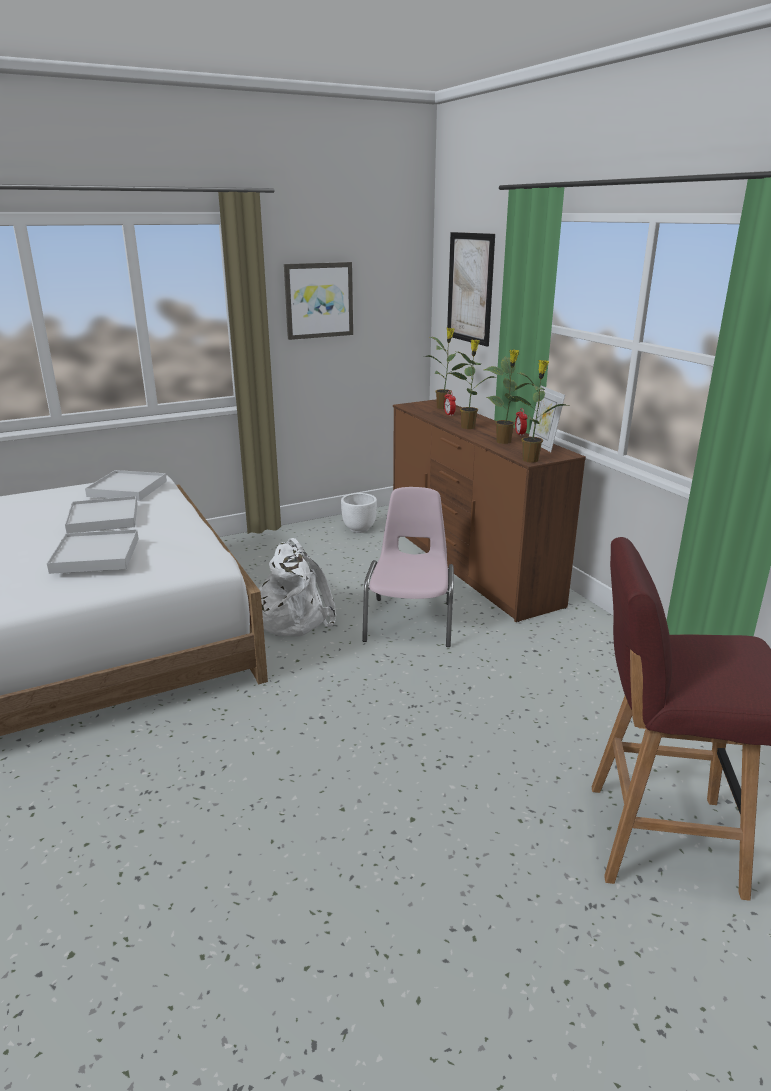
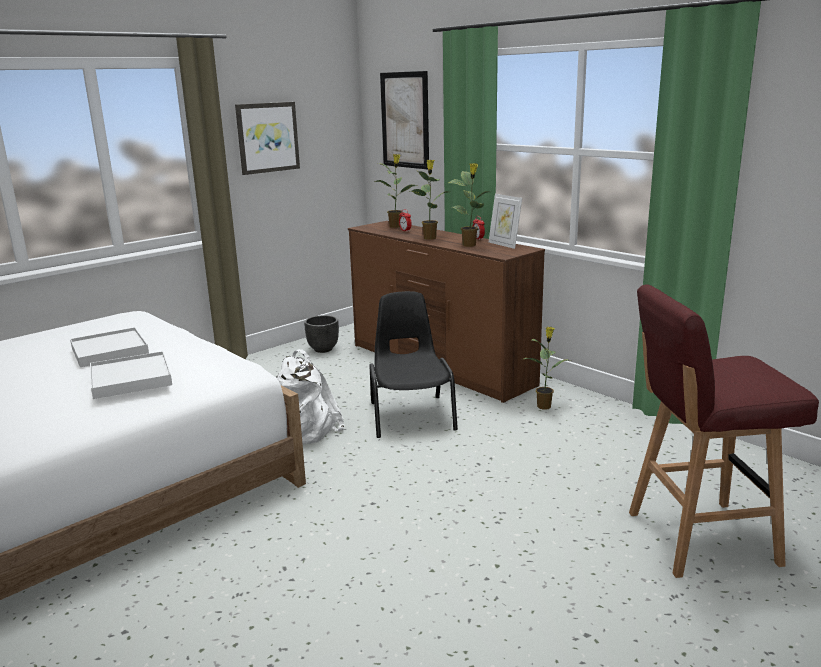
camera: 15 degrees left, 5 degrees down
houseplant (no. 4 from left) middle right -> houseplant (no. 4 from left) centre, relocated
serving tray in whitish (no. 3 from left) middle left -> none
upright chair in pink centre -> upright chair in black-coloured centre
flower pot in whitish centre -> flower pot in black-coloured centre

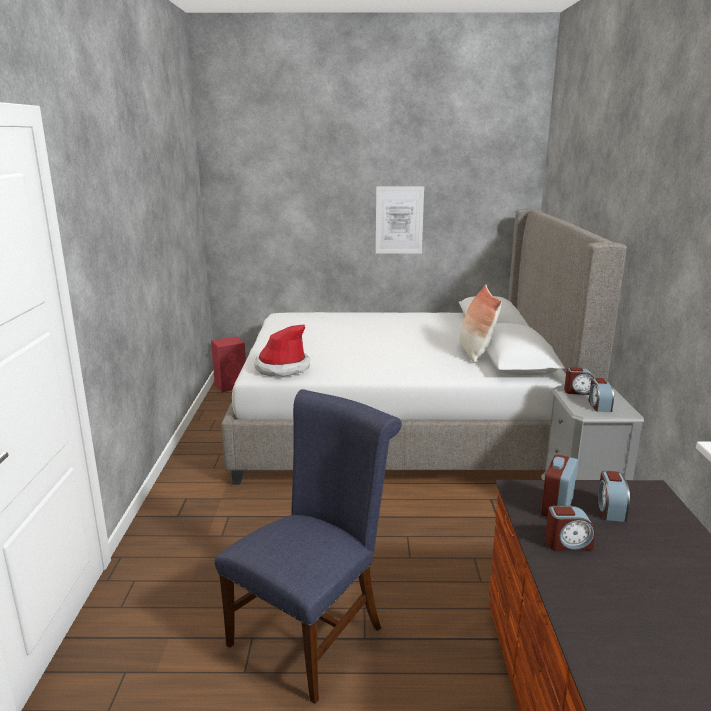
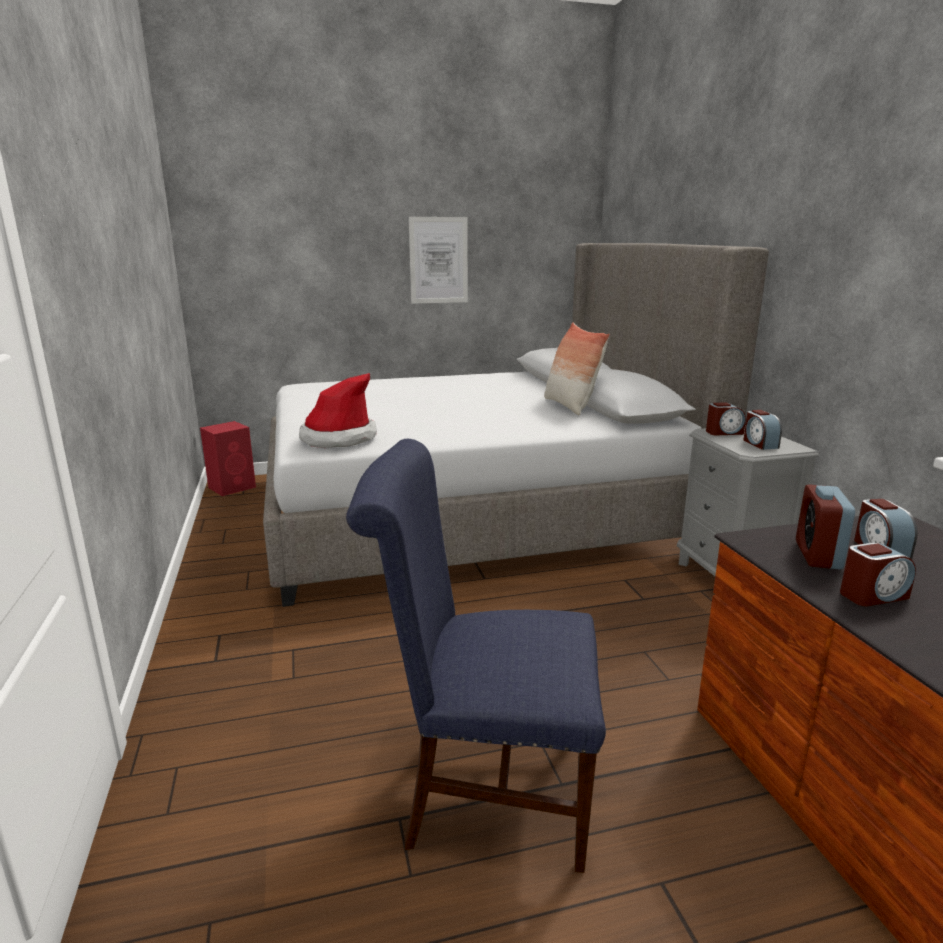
camera: 15 degrees left, 0 degrees up
upright chair in blue bottom centre, 105 degrees counterclockwise

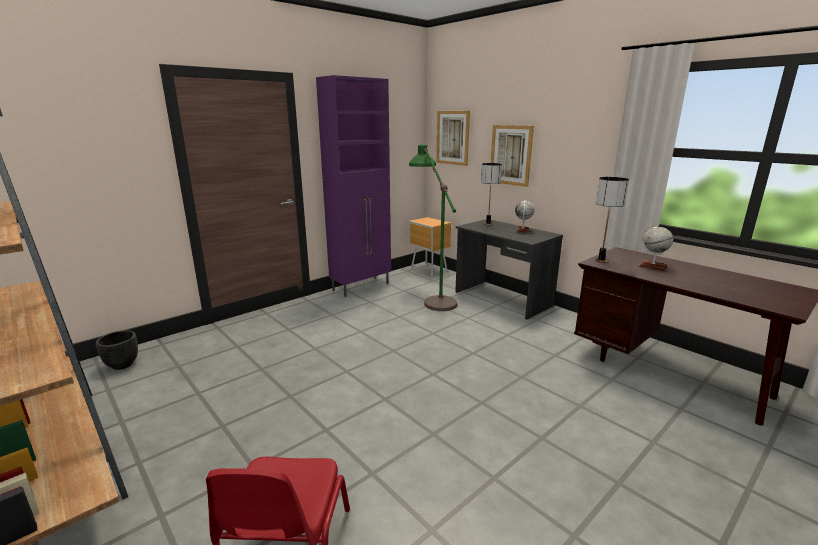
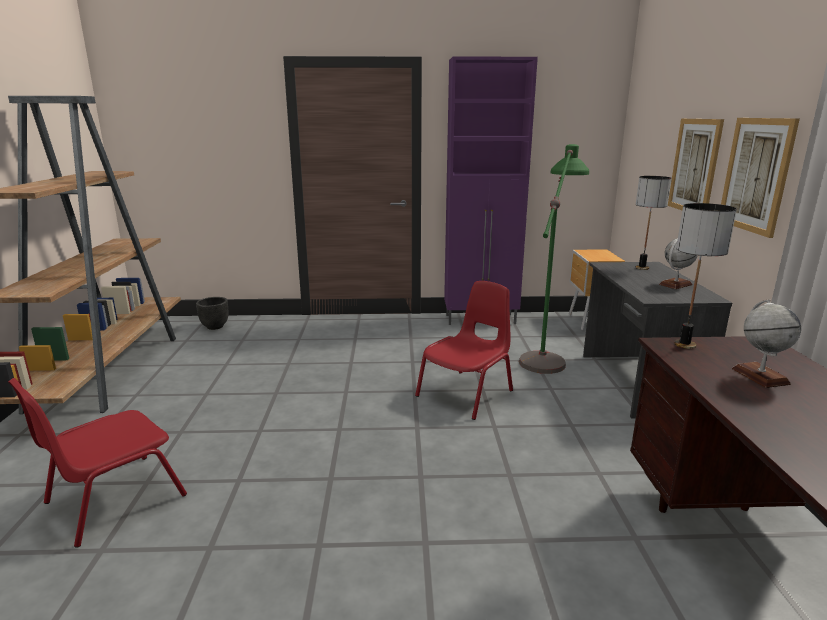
camera: 40 degrees right, 0 degrees up
wall picture (no. 1 from left in the first image) top centre -> wall picture (no. 2 from left) top right, relocated
none -> upright chair in red (no. 2 from left) centre

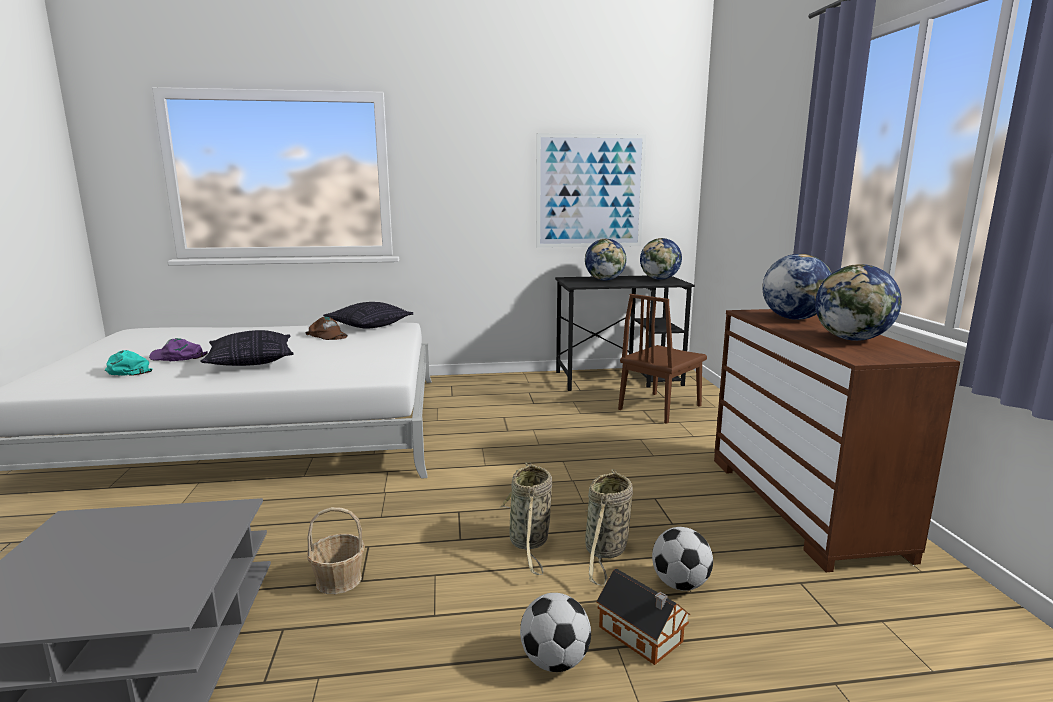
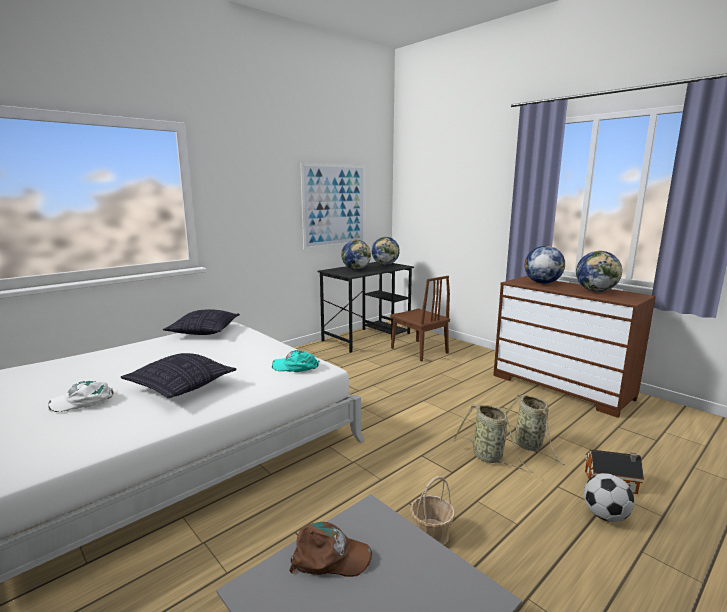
camera: 35 degrees left, 0 degrees up
upright chair in brown centre, 45 degrees counterclockwise
baseball cap in brown middle left -> baseball cap in brown bottom centre, relocated
baseball cap in purplish middle left -> baseball cap in whitish middle left
baseball cap in turquoise-coloured middle left -> baseball cap in turquoise-coloured centre, relocated
football (no. 2 from left) bottom centre -> none

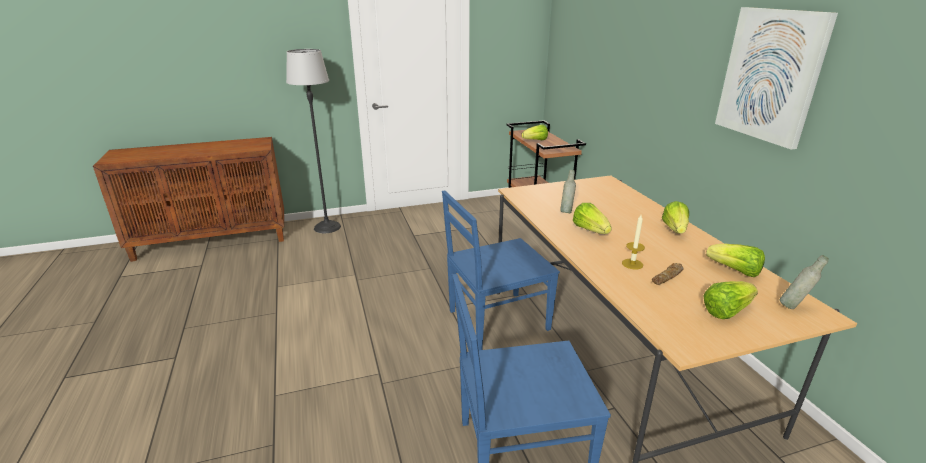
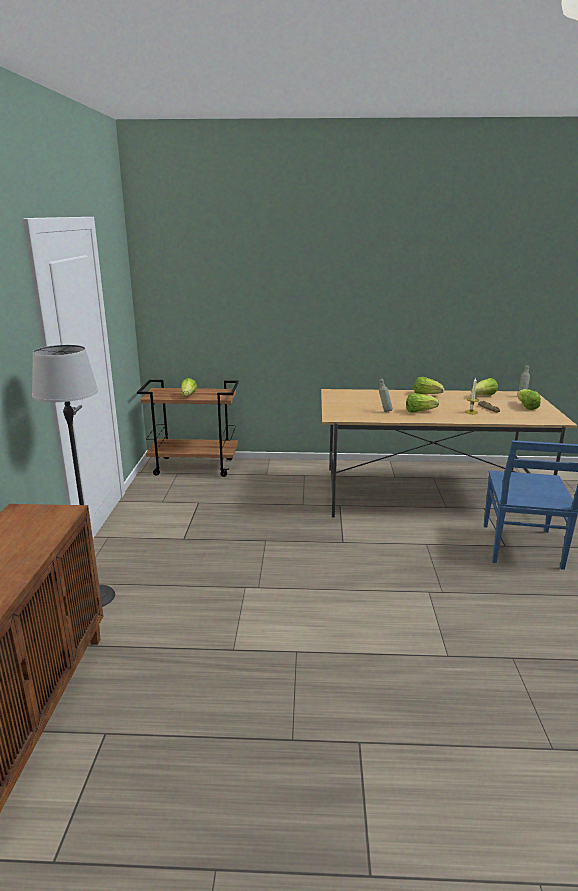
camera: 70 degrees left, 5 degrees down
wall picture top right -> none
upright chair in blue (no. 1 from left) centre -> none

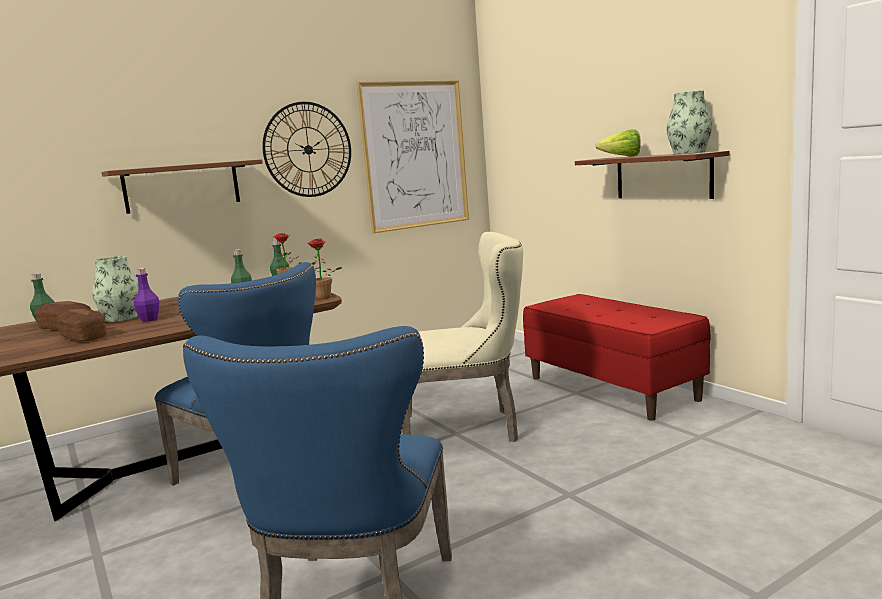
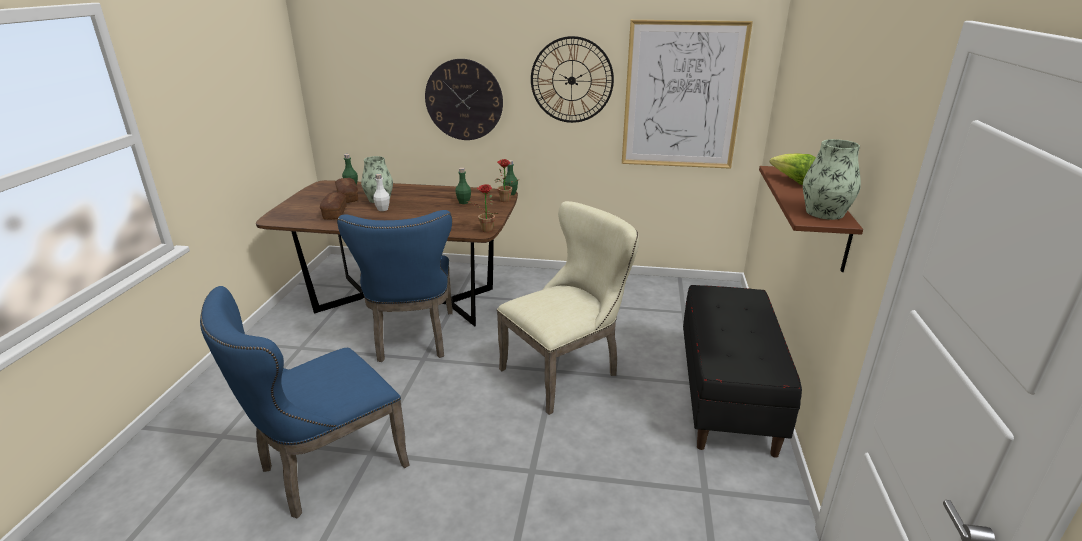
camera: 40 degrees right, 15 degrees up
shelf in brown (no. 1 from left) top left -> wall clock (no. 1 from left) top centre
upright chair in beige centre, 75 degrees counterclockwise
drink bottle in purplish middle left -> drink bottle in whitish centre
bench in red middle right -> bench in black-coloured bottom right

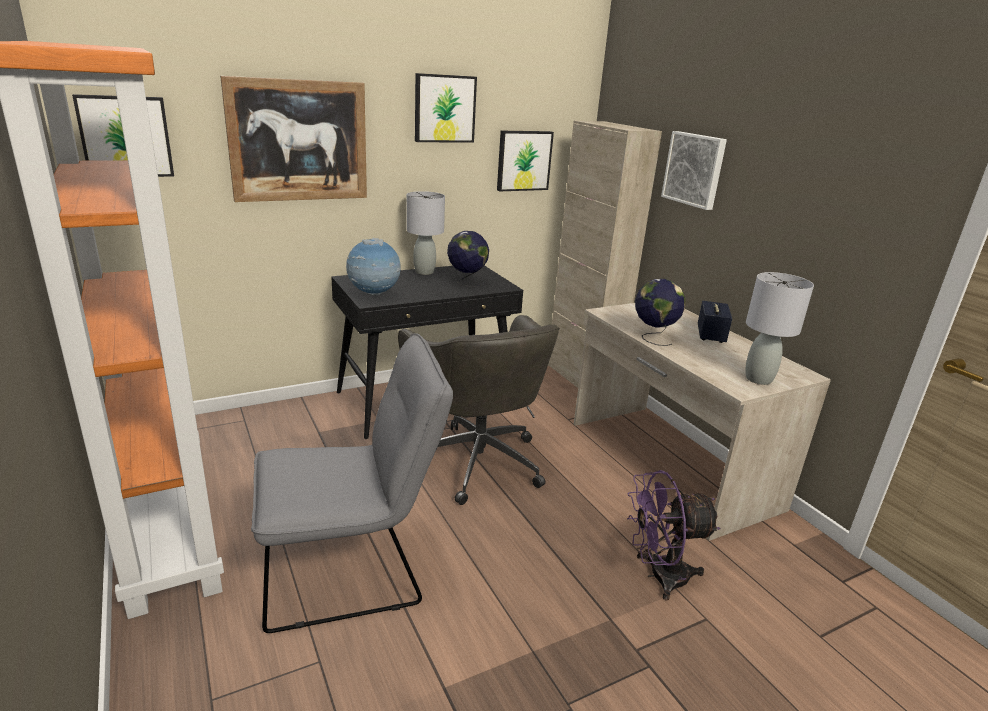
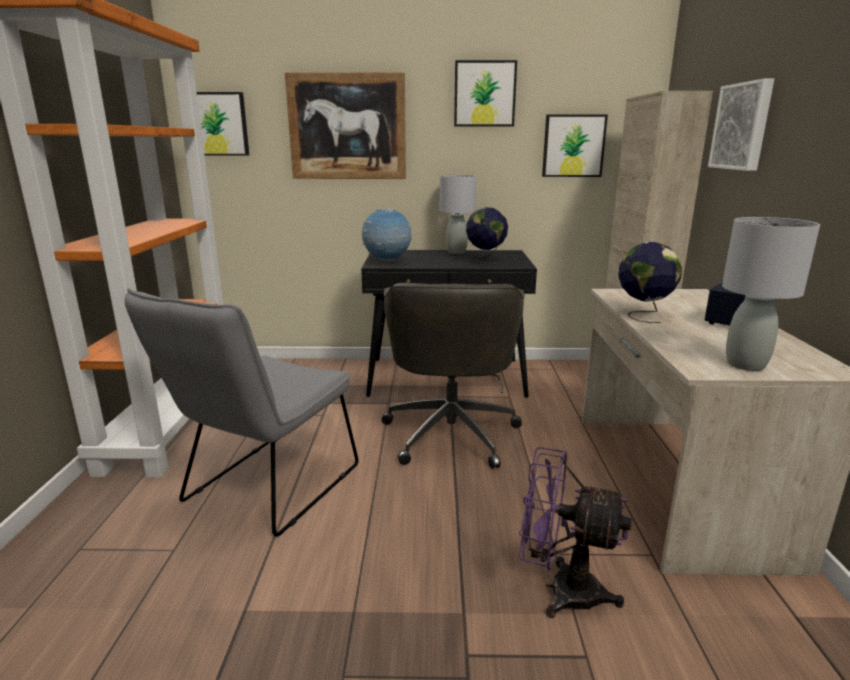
camera: 30 degrees right, 5 degrees down
upright chair in greyish bottom centre -> upright chair in greyish middle left, 105 degrees clockwise

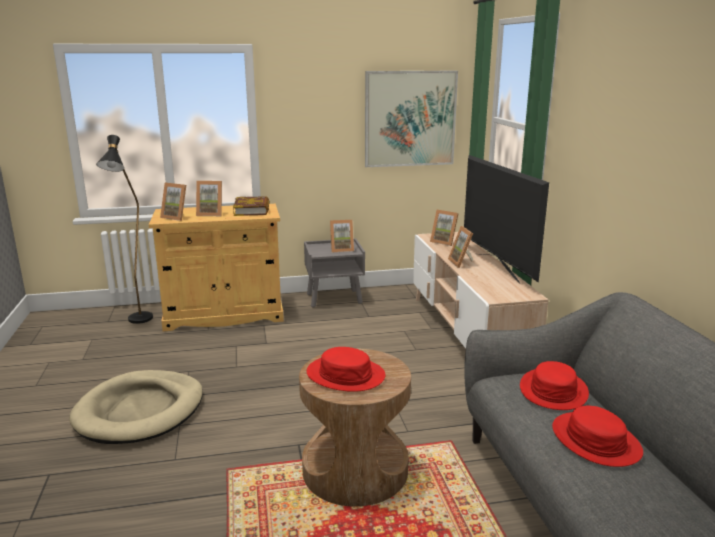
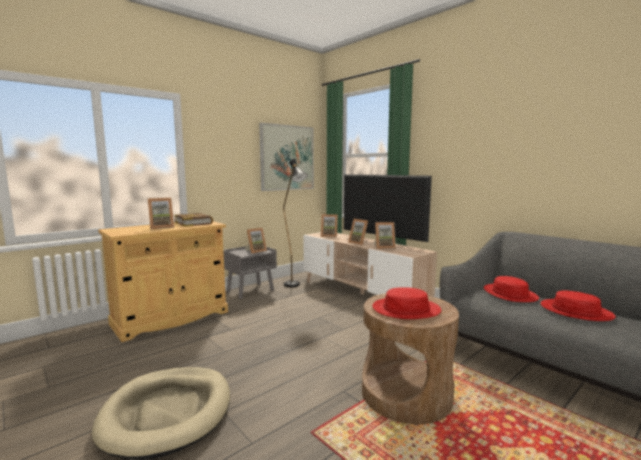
camera: 30 degrees left, 10 degrees down
standing lamp in black-coloured middle left -> standing lamp in black-coloured centre, relocated
photo frame (no. 1 from left in the first image) middle left -> photo frame (no. 5 from left) centre, relocated

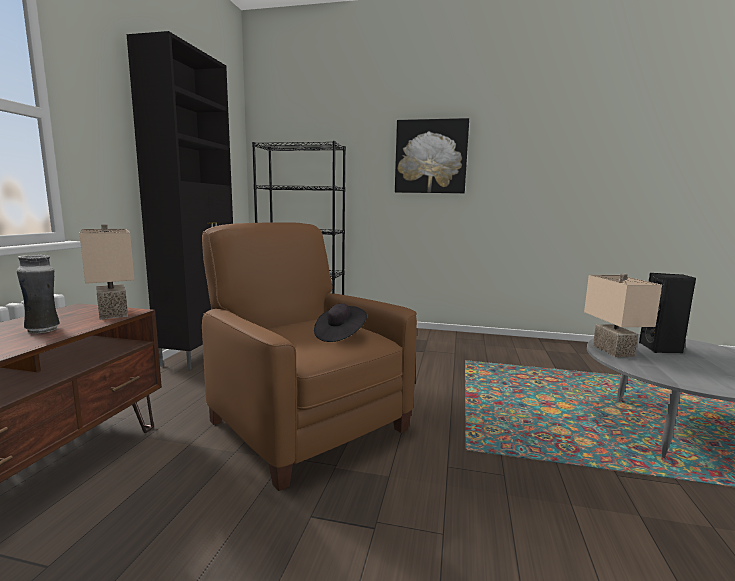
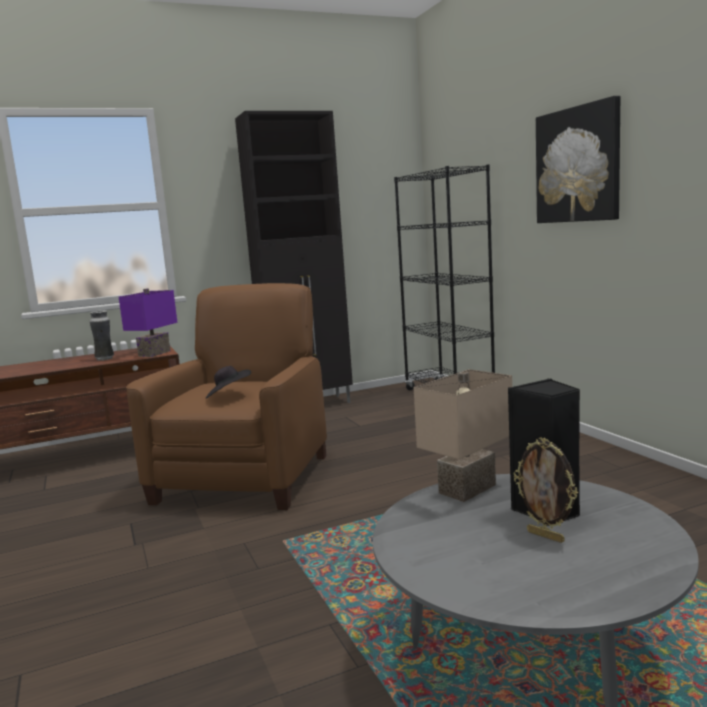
camera: 55 degrees right, 0 degrees up
lamp for a table in beige (no. 1 from left) middle left -> lamp for a table in purplish middle left
none -> photo frame bottom right

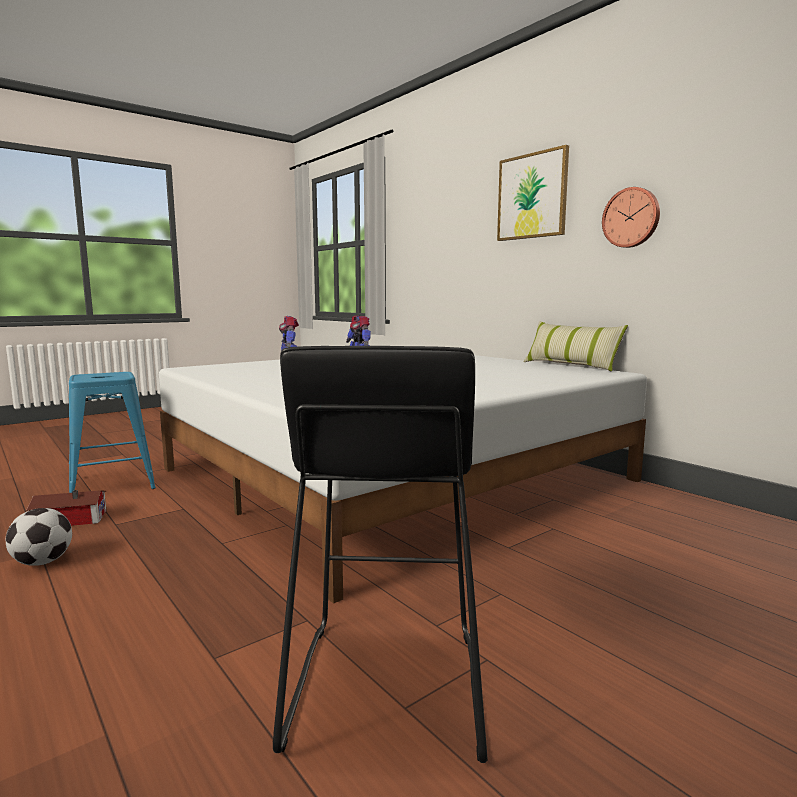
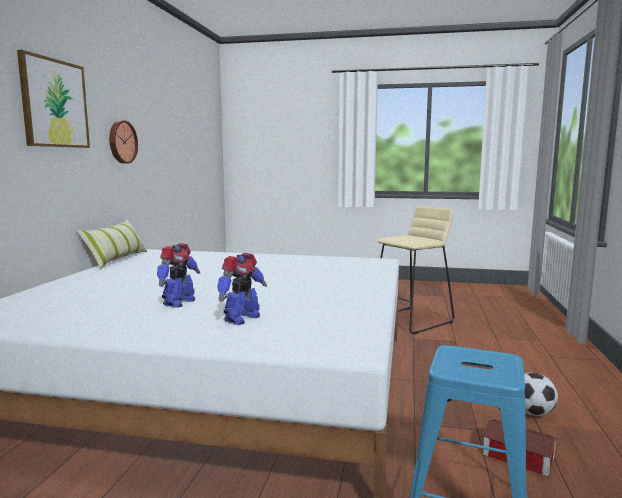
camera: 130 degrees left, 0 degrees up
stool in black-coloured bottom centre -> stool in beige middle right

